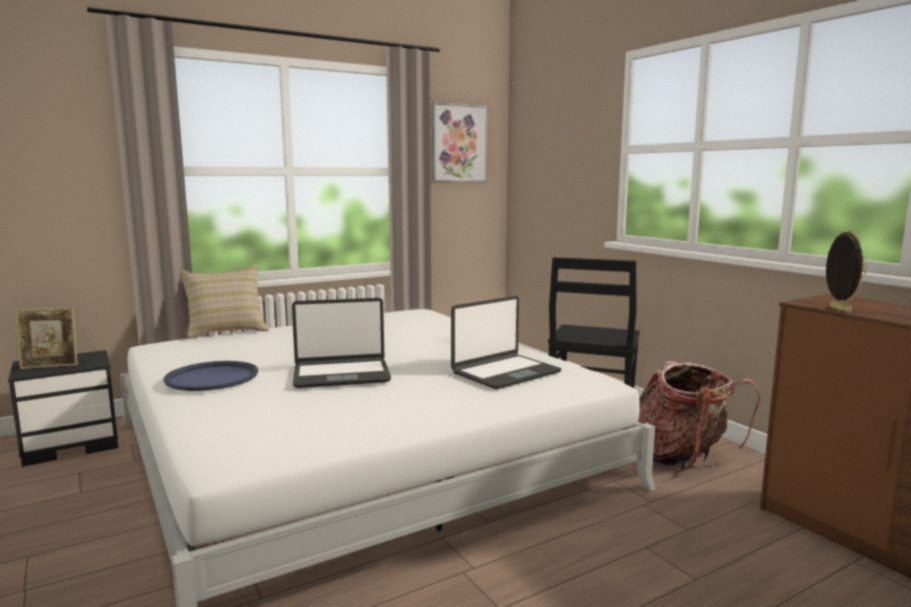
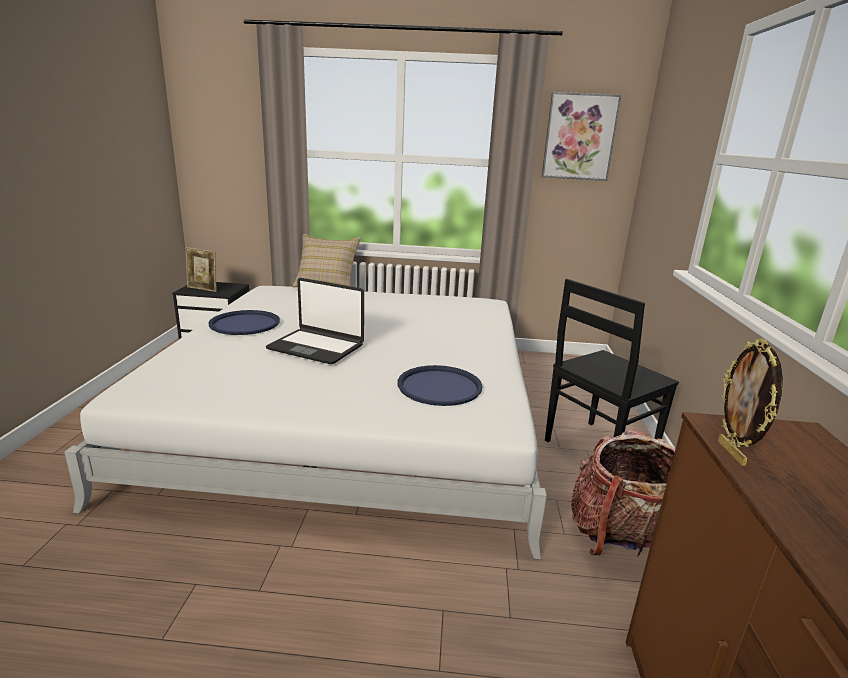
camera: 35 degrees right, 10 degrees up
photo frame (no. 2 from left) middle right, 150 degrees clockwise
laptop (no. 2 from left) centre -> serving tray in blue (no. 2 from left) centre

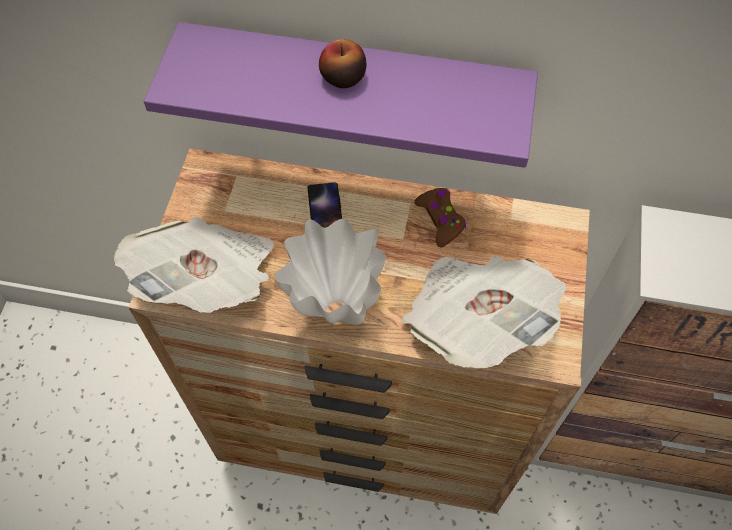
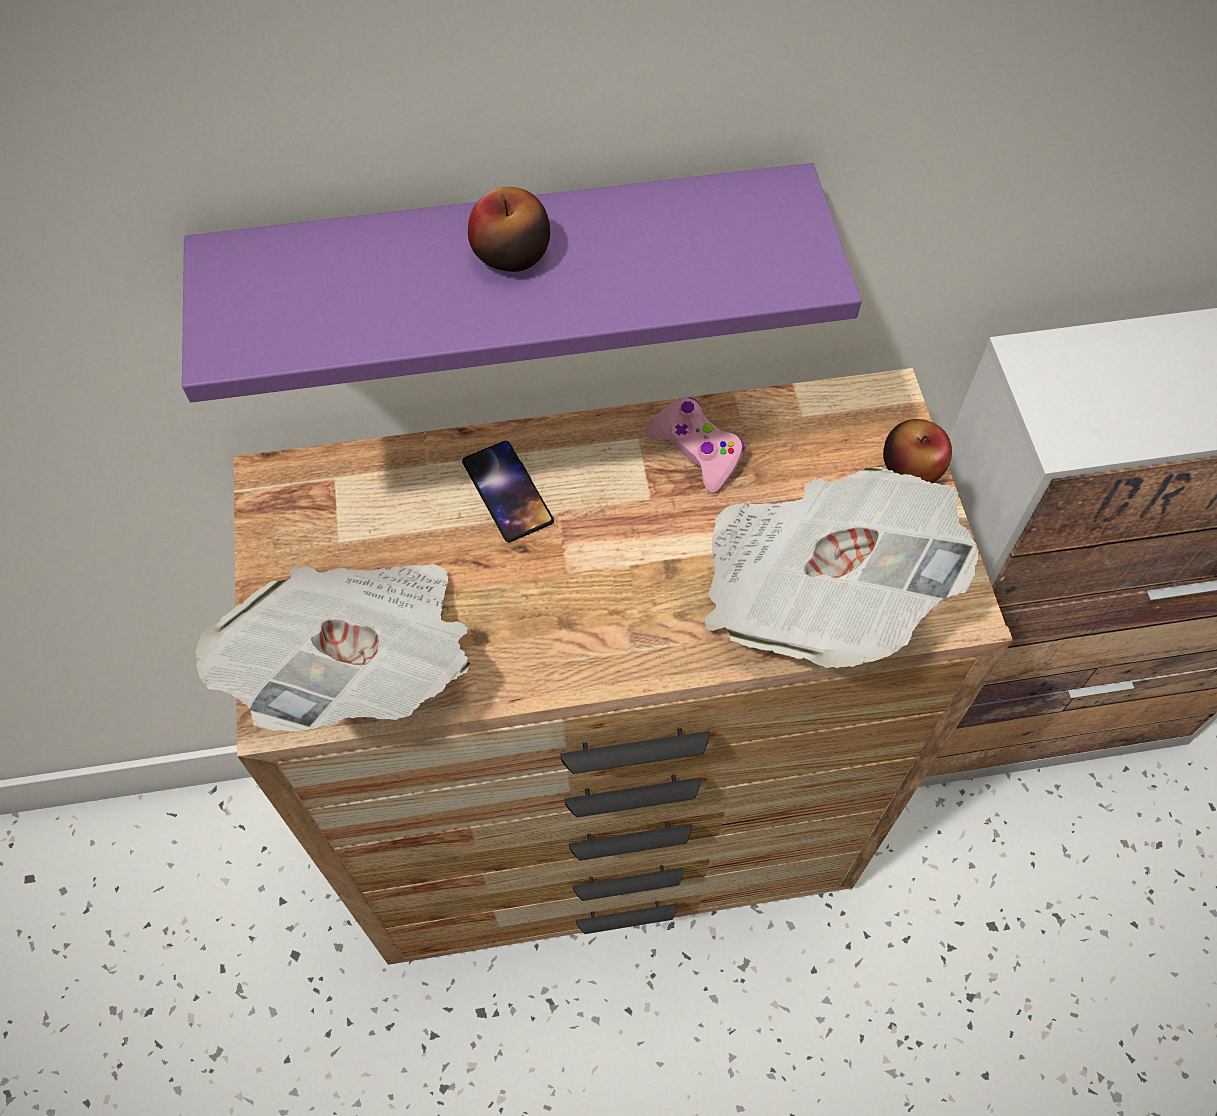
camera: 20 degrees left, 0 degrees up
joypad in brown centre -> joypad in pink centre
flower vase in whitish centre -> none
none -> apple (no. 2 from left) middle right

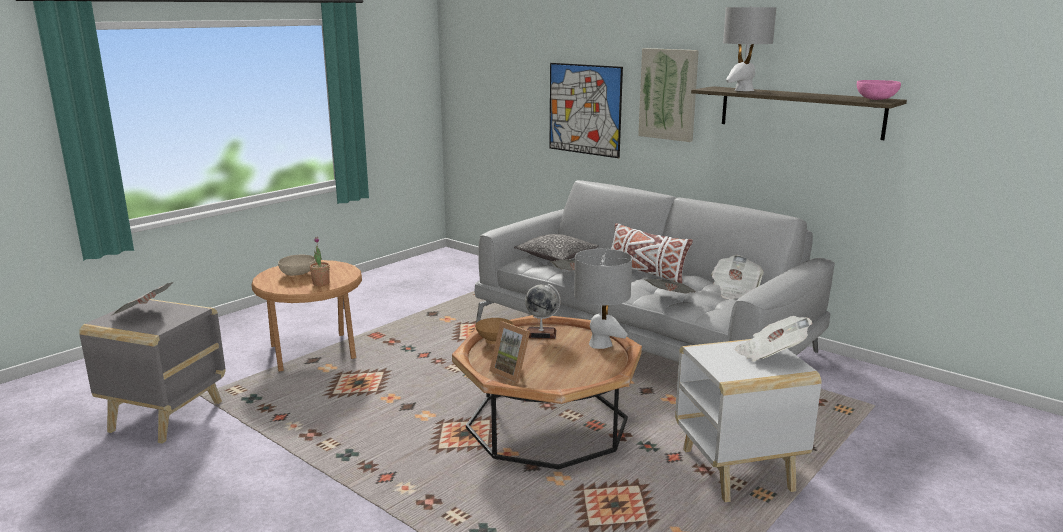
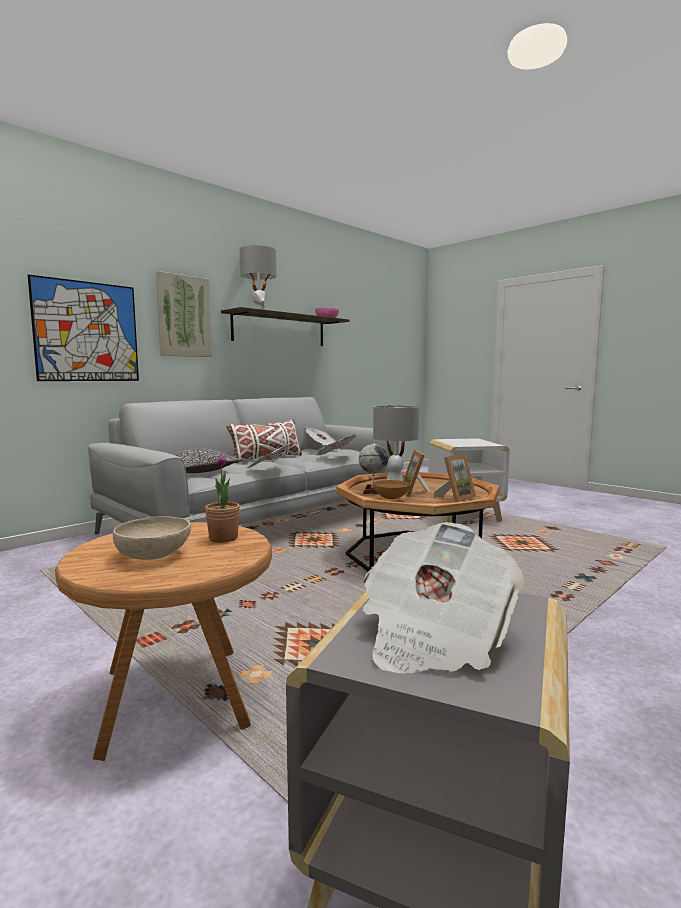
camera: 85 degrees left, 10 degrees down
daily paper (no. 5 from left) middle right -> none
none -> photo frame (no. 1 from left) centre

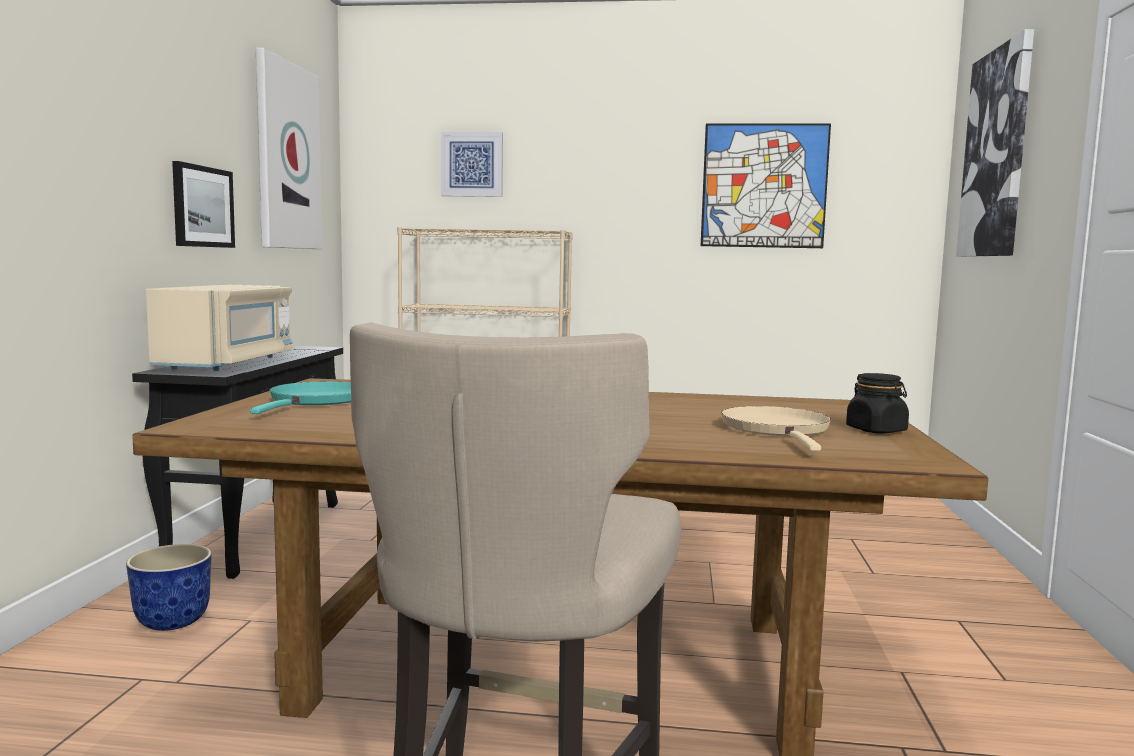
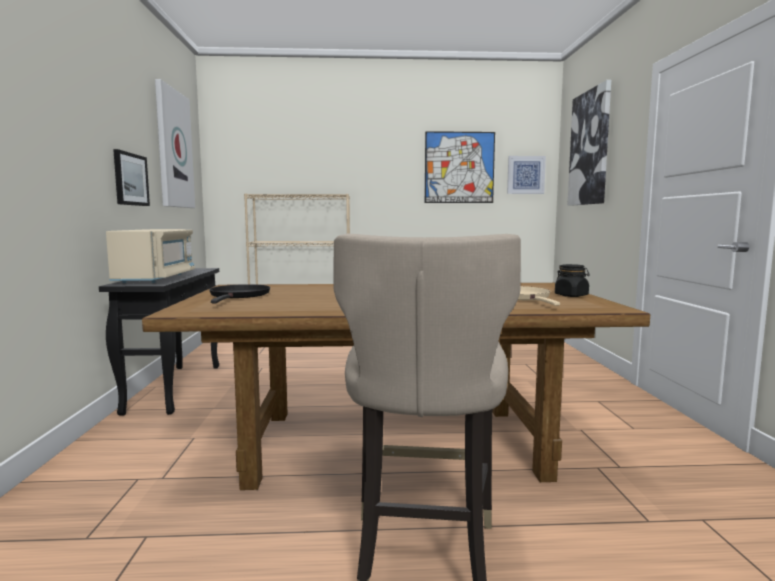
camera: 10 degrees left, 0 degrees up
wall picture (no. 3 from left in the first image) top centre -> wall picture (no. 4 from left) top right, relocated
frying pan in turquoise-coloured middle left -> frying pan in black-coloured middle left
flower pot bottom left -> none

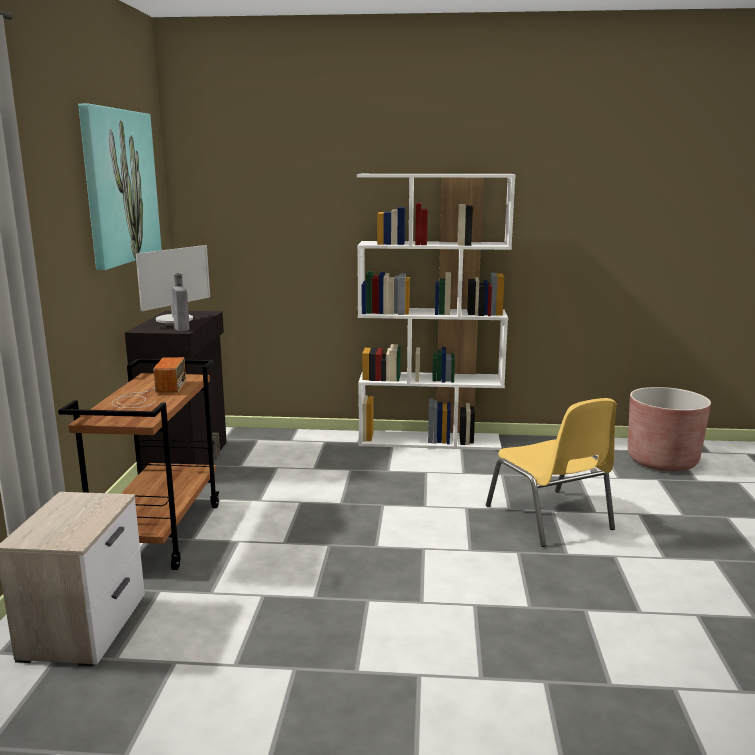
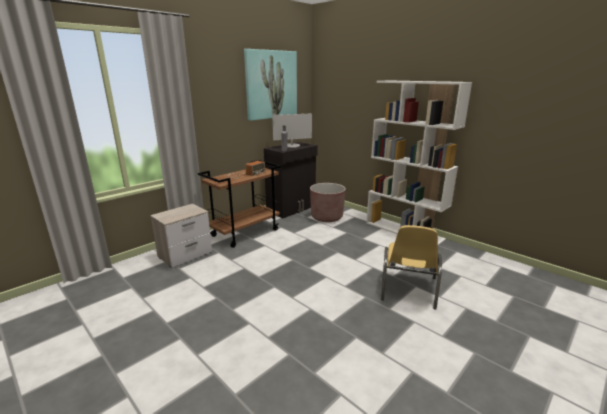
camera: 40 degrees right, 5 degrees up
flower pot in brown middle right -> flower pot in brown centre, relocated

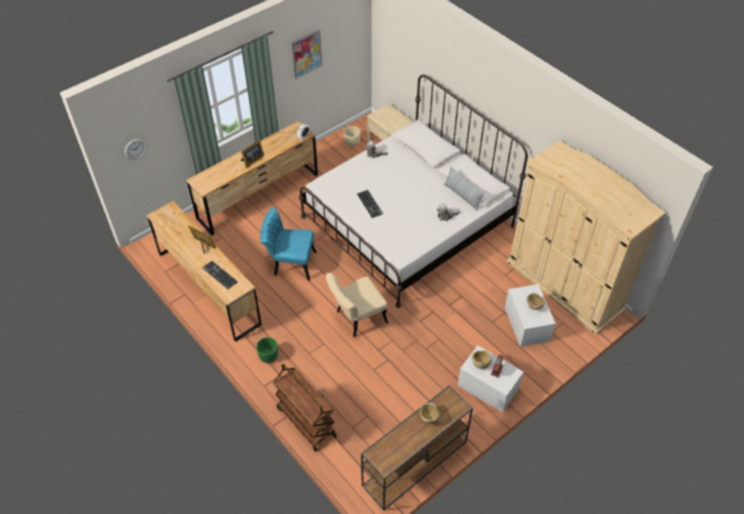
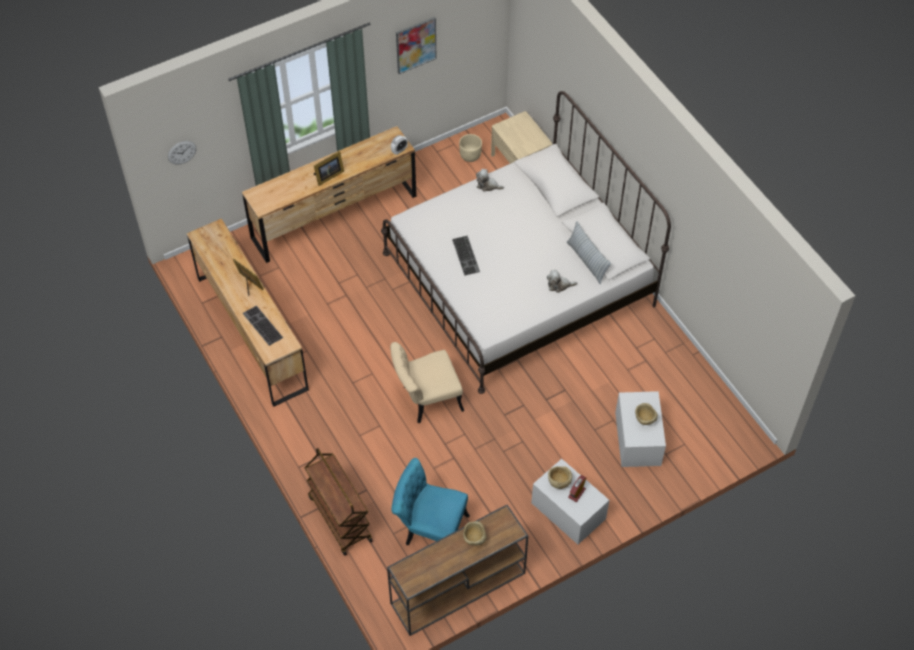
camera: 10 degrees right, 5 degrees up
armoire in beige middle right -> none
upright chair in turquoise-coloured centre -> upright chair in turquoise-coloured bottom centre, relocated
flower pot in green bottom centre -> none

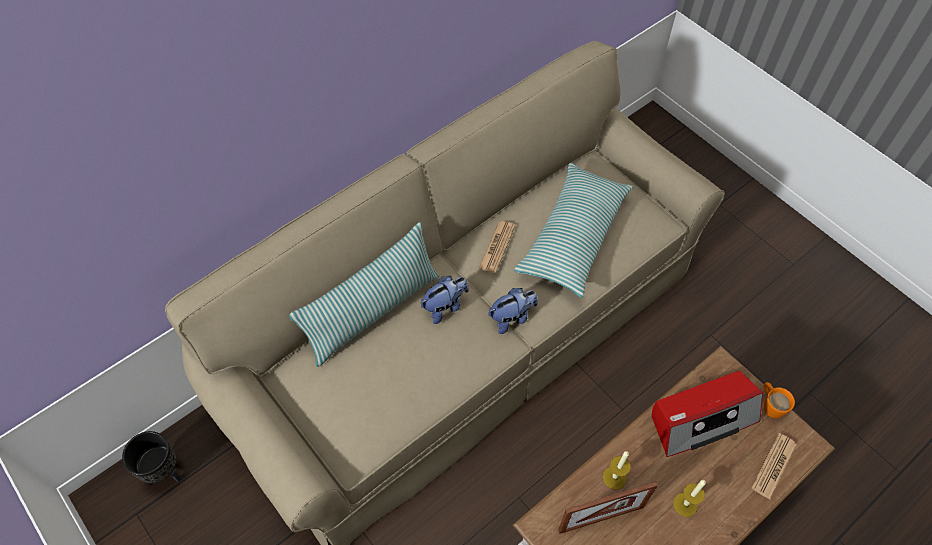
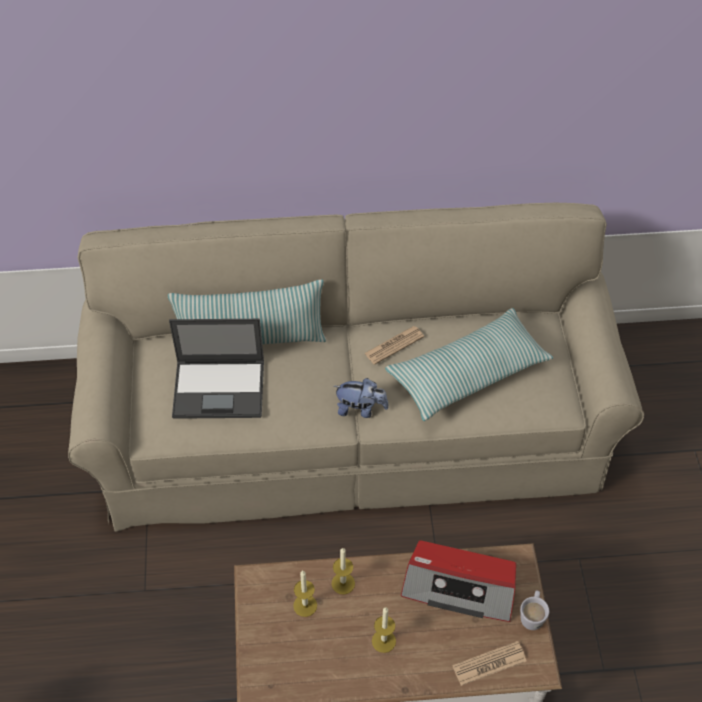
camera: 35 degrees right, 5 degrees down
plush toy (no. 1 from left) centre -> none
mug in orange-coloured bottom right -> mug in whitish bottom right
flower pot in black-coloured bottom left -> none
photo frame bottom centre -> wax light (no. 1 from left) bottom centre
none -> laptop middle left

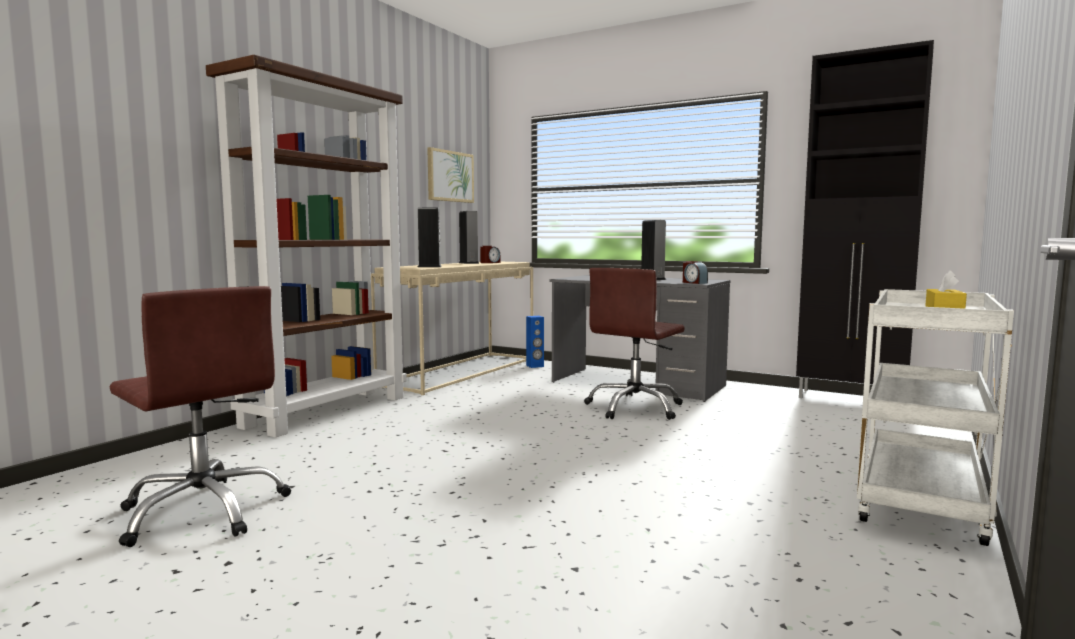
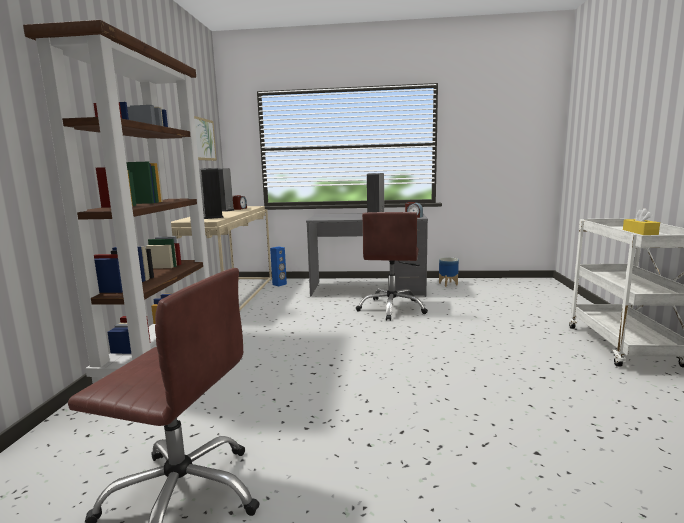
camera: 25 degrees left, 5 degrees up
cupboard in black-coloured middle right -> none
none -> flower pot centre

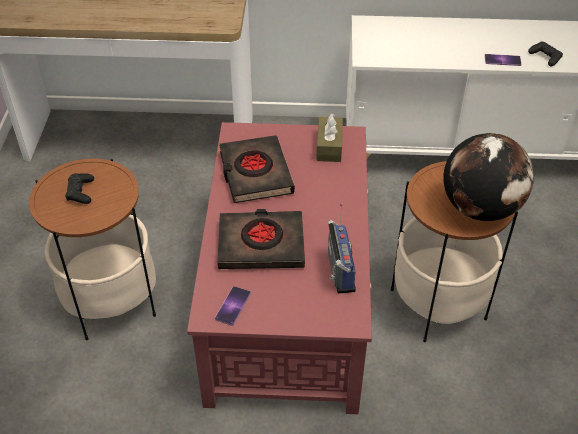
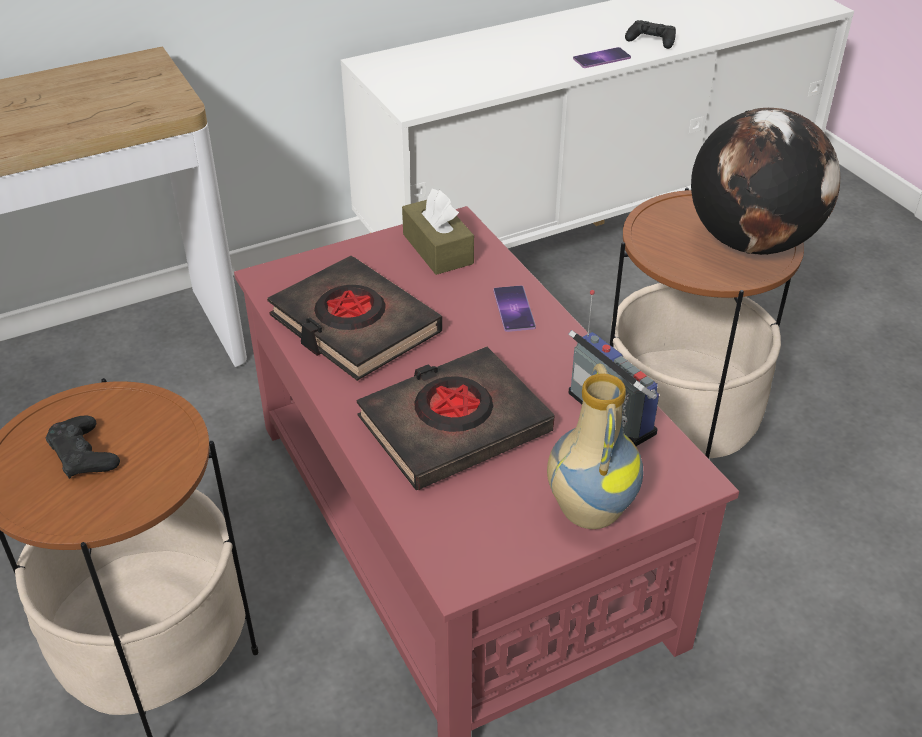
camera: 30 degrees left, 5 degrees down
phone (no. 1 from left) bottom centre -> phone (no. 1 from left) centre, relocated
none -> flower vase centre

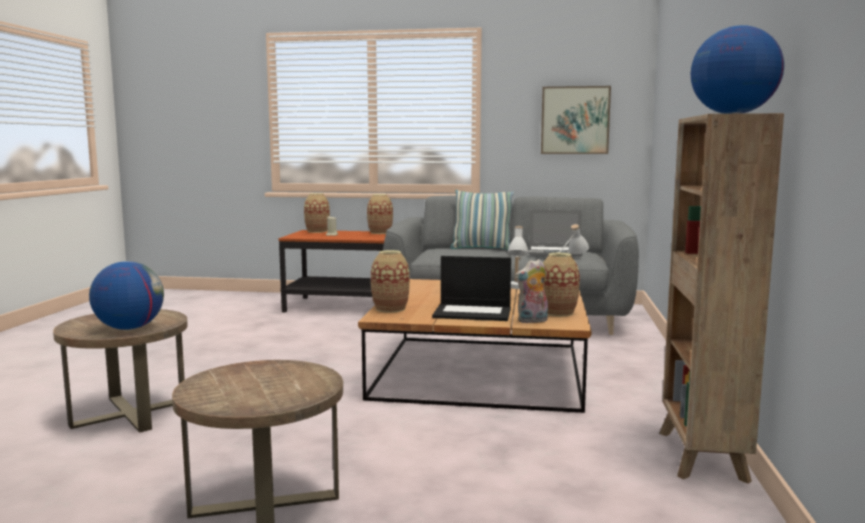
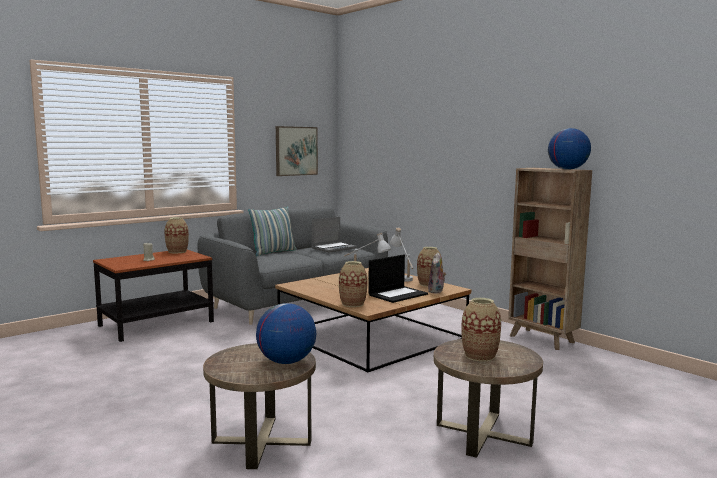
camera: 50 degrees left, 0 degrees up
flower vase (no. 1 from left in the first image) centre -> flower vase (no. 4 from left) bottom right, relocated

